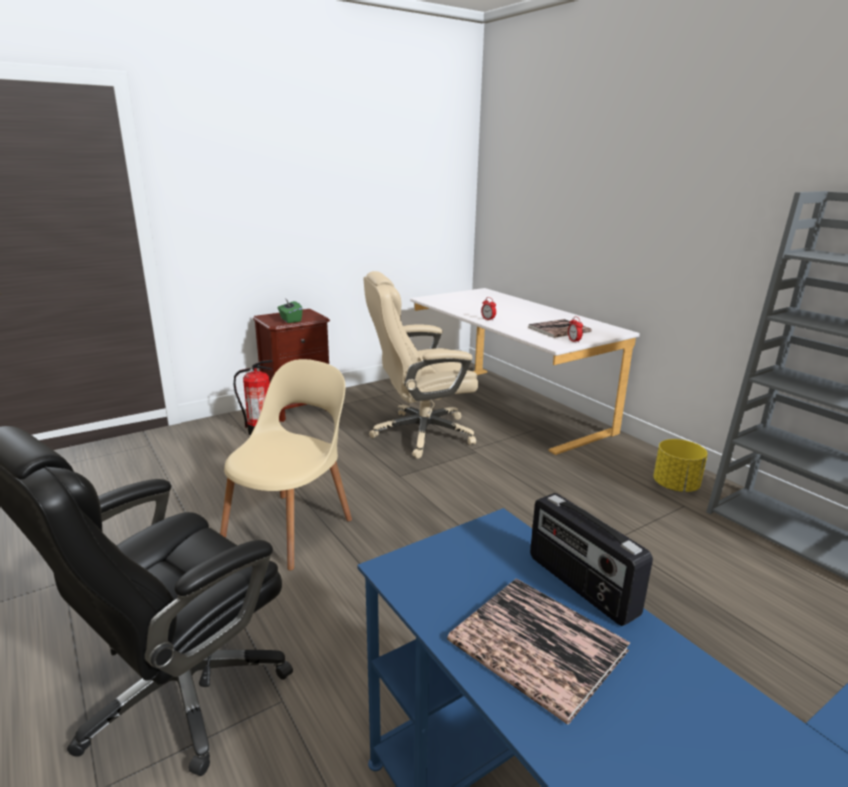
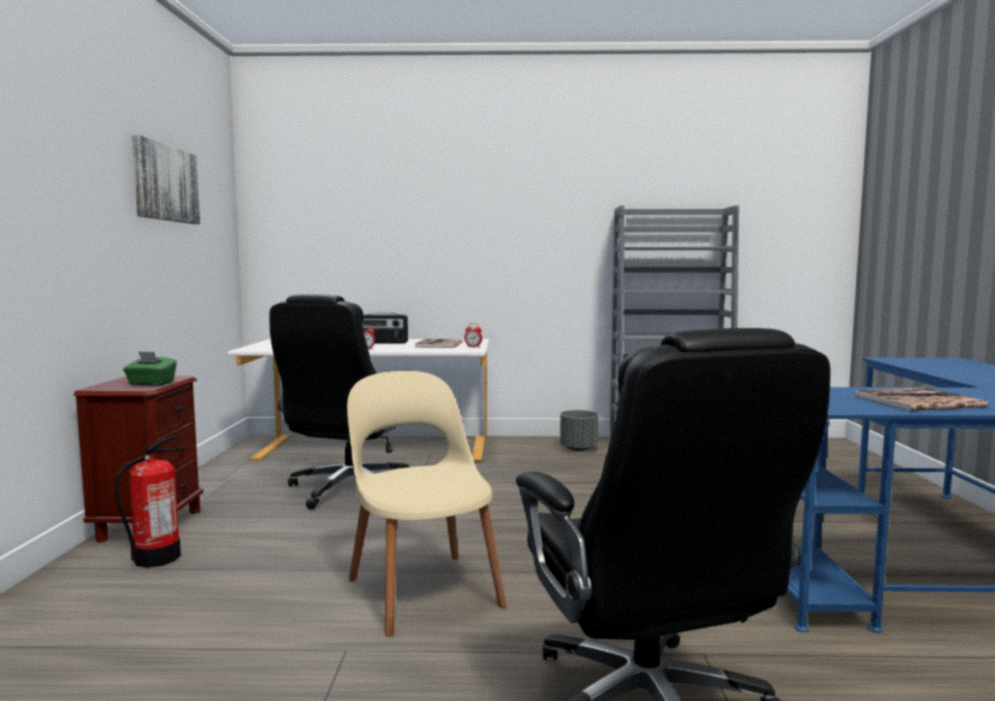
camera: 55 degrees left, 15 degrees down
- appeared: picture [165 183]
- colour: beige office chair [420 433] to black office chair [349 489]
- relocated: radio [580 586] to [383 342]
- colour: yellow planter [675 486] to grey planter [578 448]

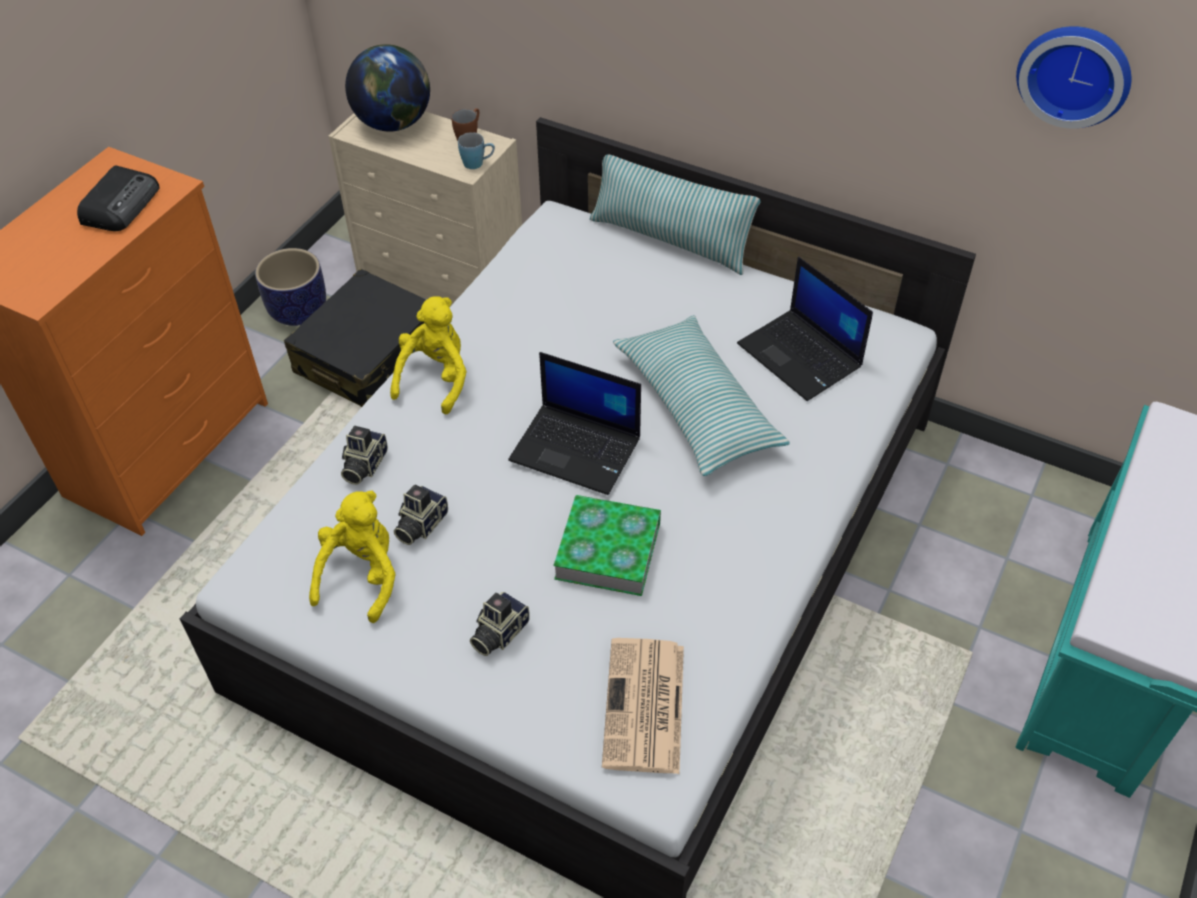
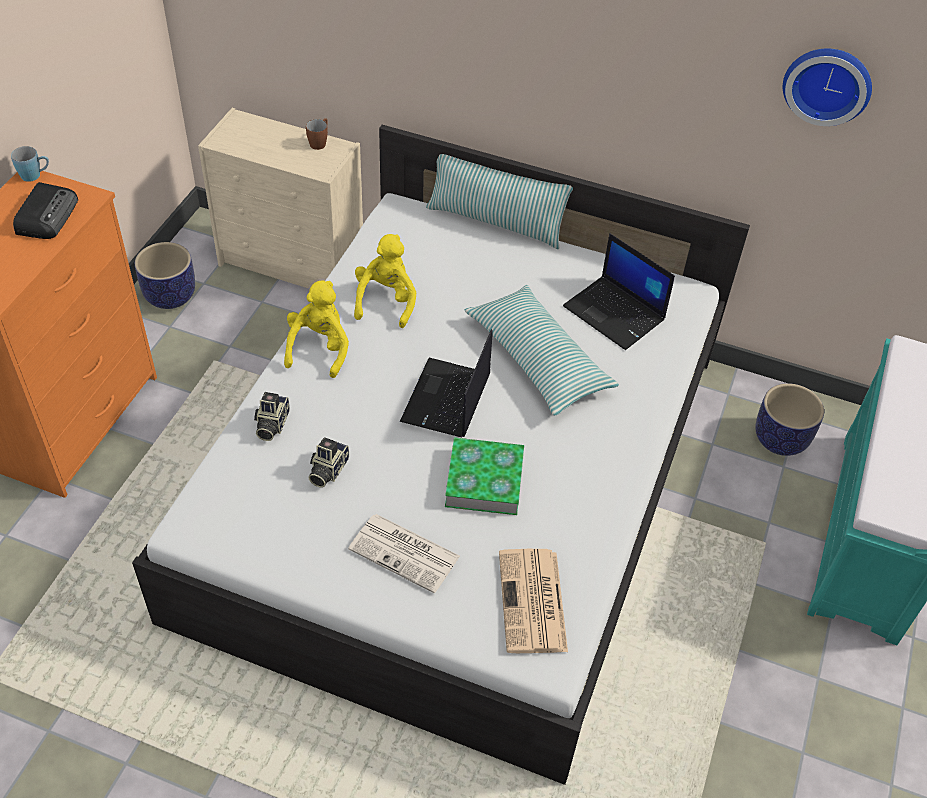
camera: 10 degrees left, 0 degrees up
- relocated: blue mug [478 163] to [35 175]
- exchanged: photo camera [498 633] to newspaper [406 553]
- relocated: yellow plush toy [362 576] to [386 301]
- spun: laptop [577 449] = [447 400] 90 degrees clockwise
- appeared: planter [780 439]
- missing: black suitcase [370 356]
- missing: globe [394 123]

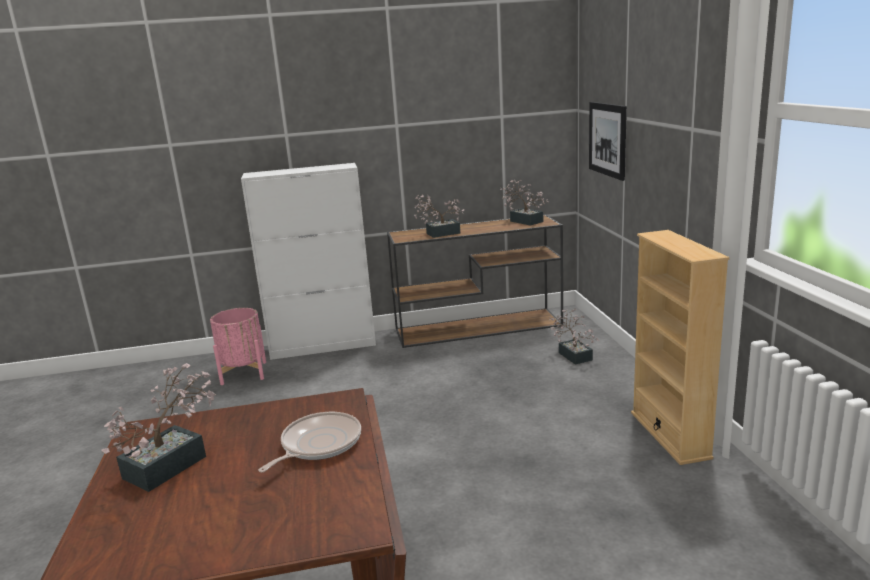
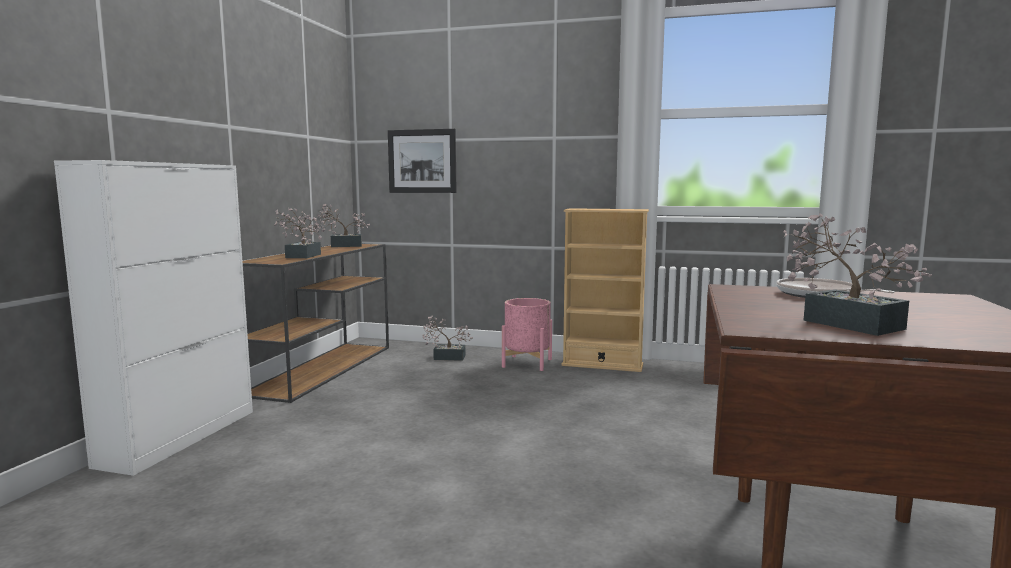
camera: 65 degrees left, 10 degrees down
- relocated: pink planter [244 373] to [527 363]

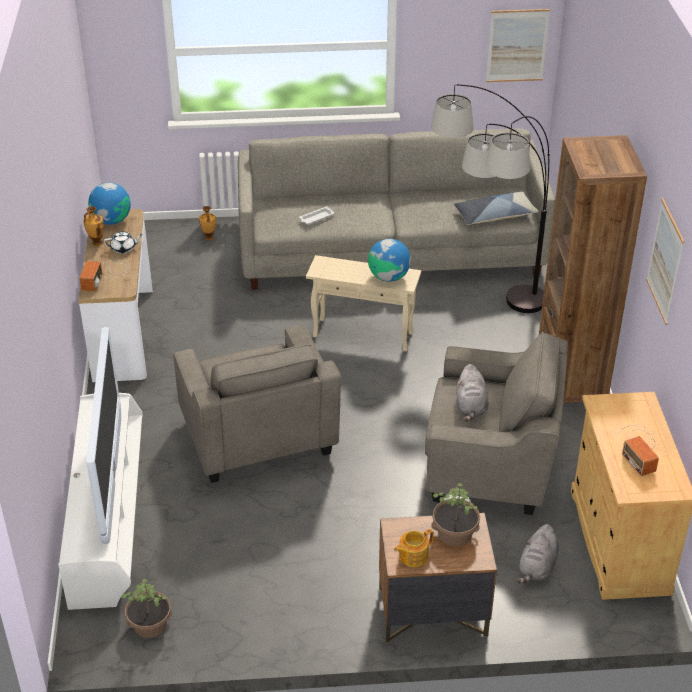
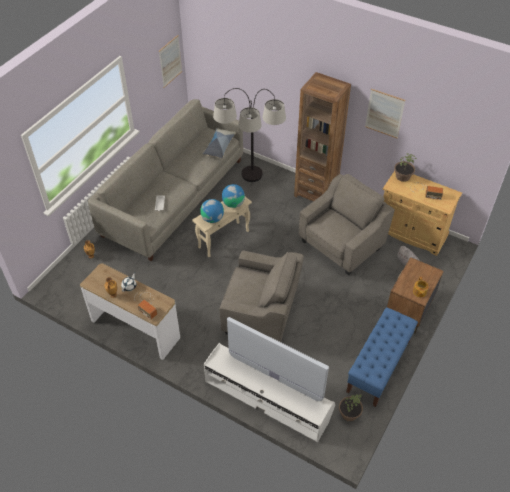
camera: 55 degrees left, 10 degrees up
- relocated: globe [111 220] to [212 218]
- appeared: blue bench [378 366]
- relocated: potted plant [455 533] to [402 176]
- missing: grey plush toy [471 407]

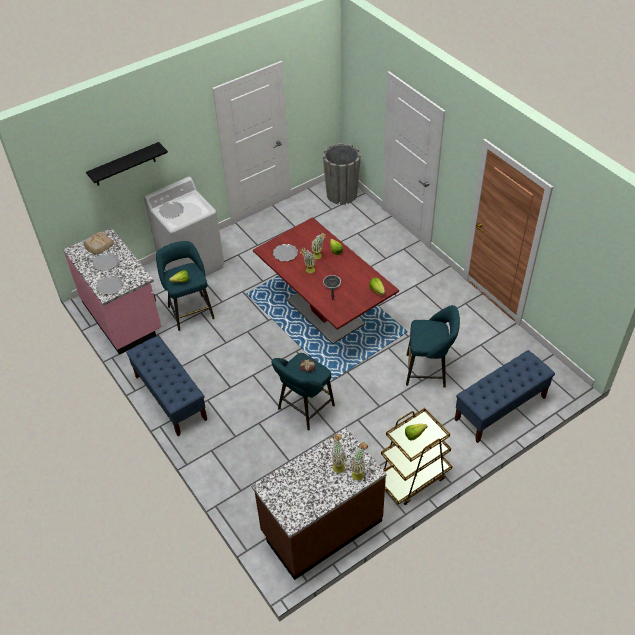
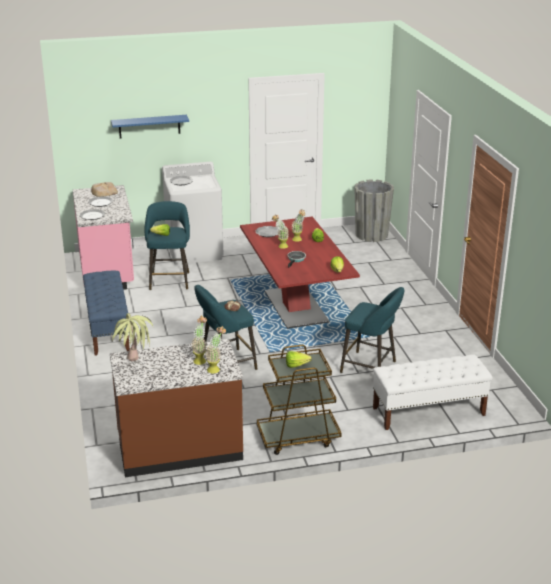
camera: 20 degrees right, 20 degrees down
- colour: black shelf [124 164] to blue shelf [149 126]
- appeared: potted plant [134 366]
- colour: blue bench [500 409] to white bench [428 411]

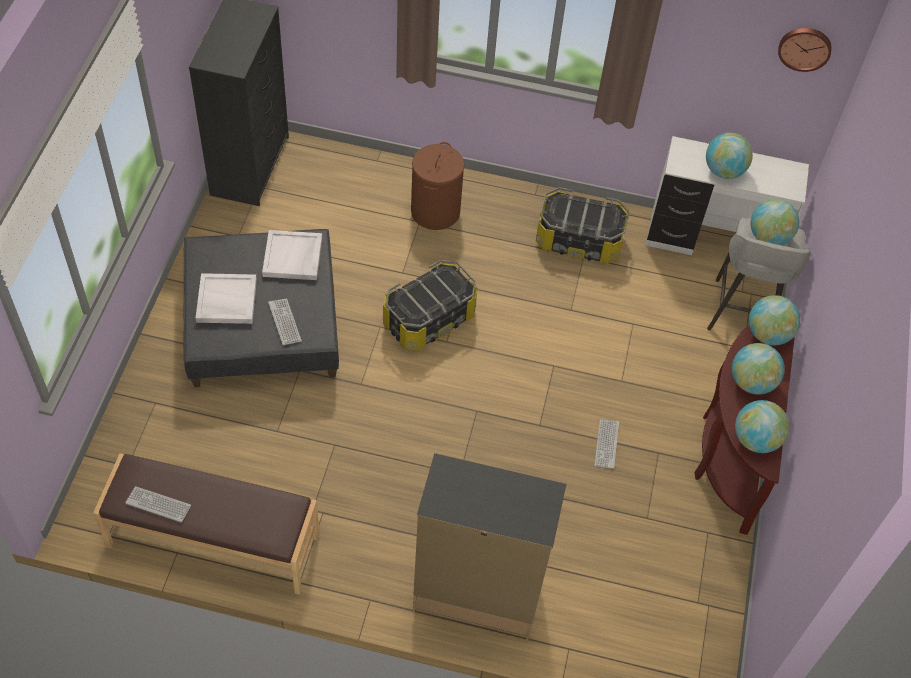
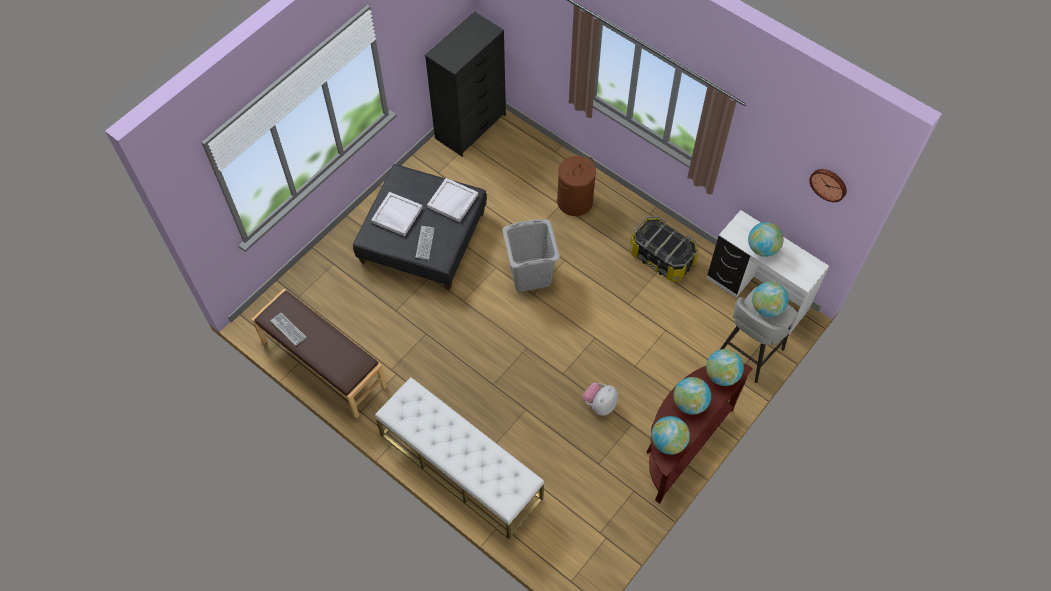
camera: 30 degrees right, 5 degrees up
- exchanged: black dresser [475 597] to white bench [460 466]
- exchanged: storage box [429 319] to grey laundry basket [530 274]
- exchanged: keyboard [606 444] to plush toy [600 404]

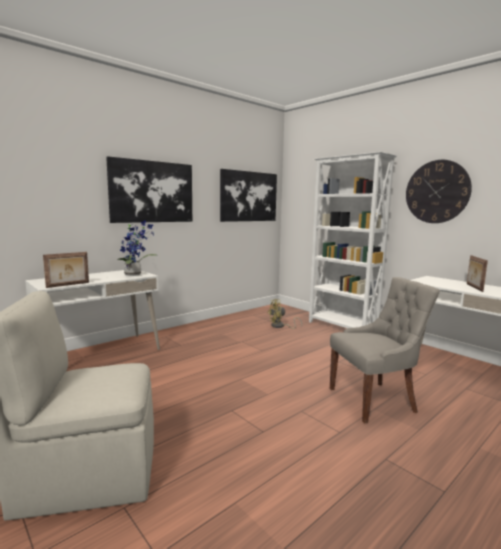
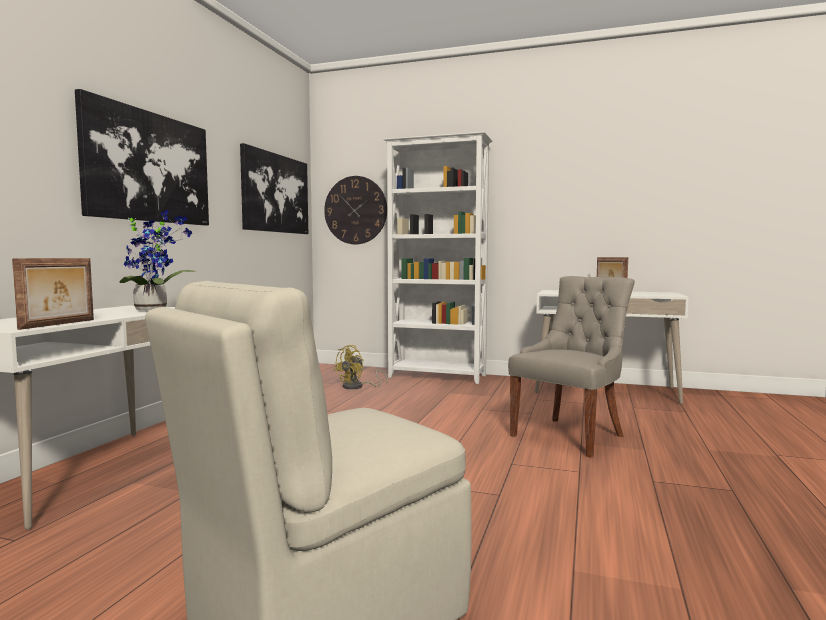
camera: 30 degrees left, 5 degrees down
- relocated: wall clock [437 192] to [355 210]

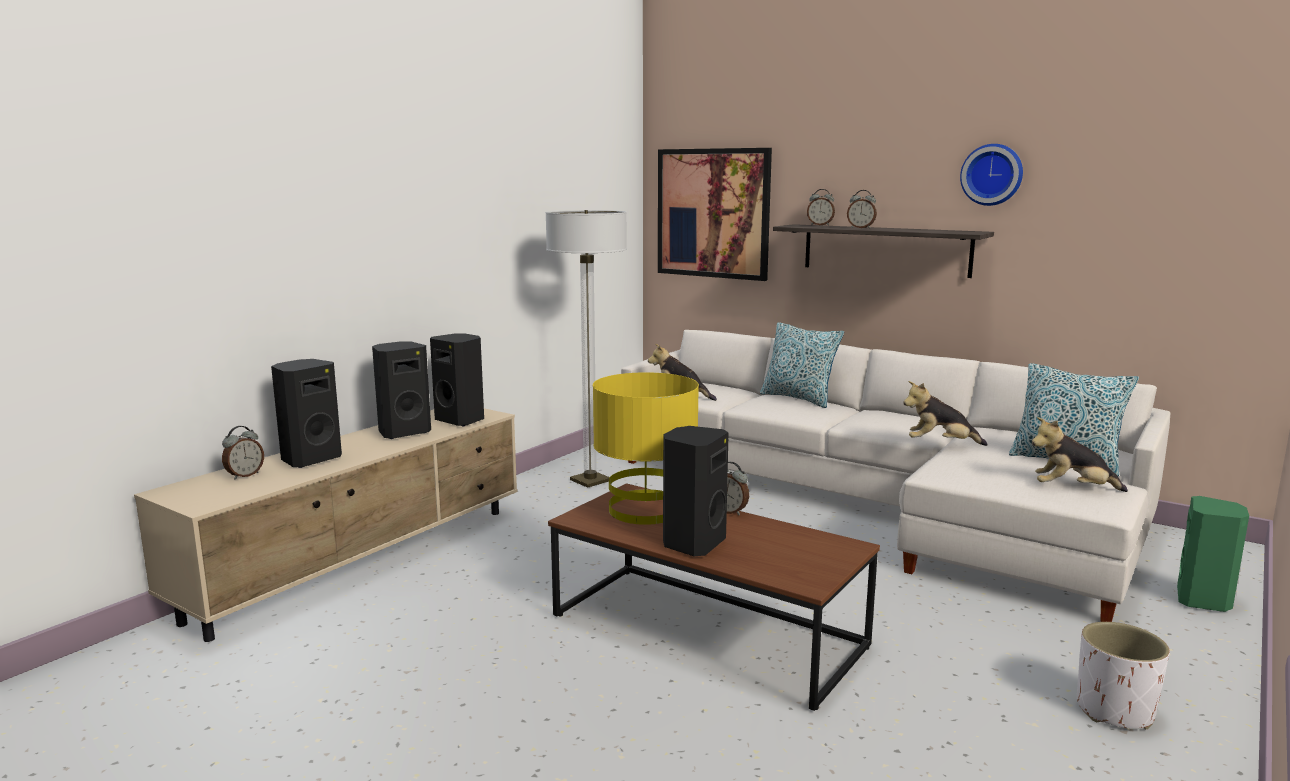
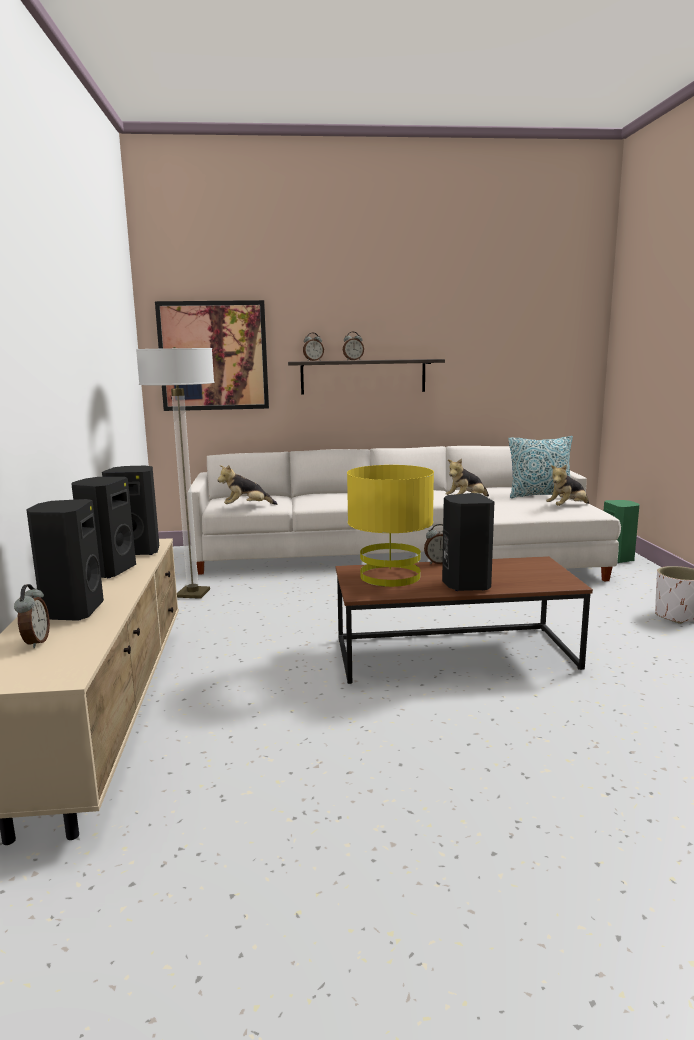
camera: 40 degrees left, 0 degrees up
- missing: pillow [798 398]
- missing: wall clock [992 174]

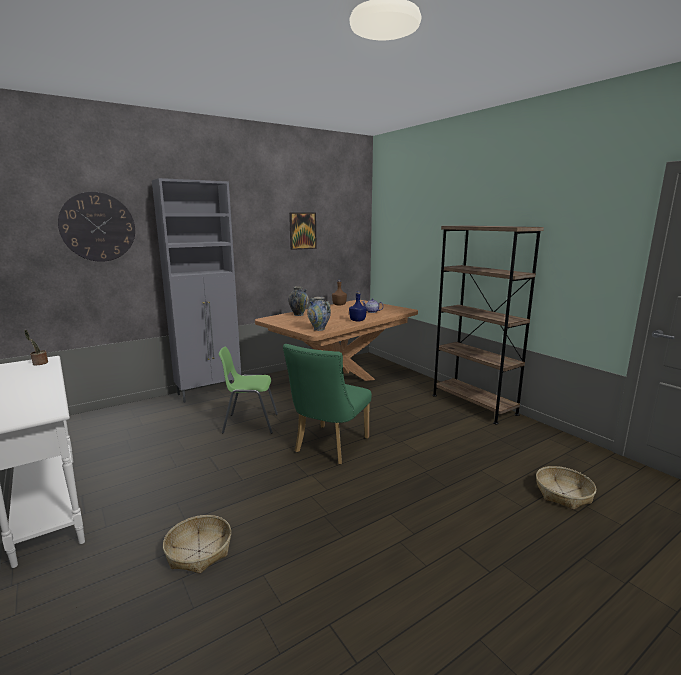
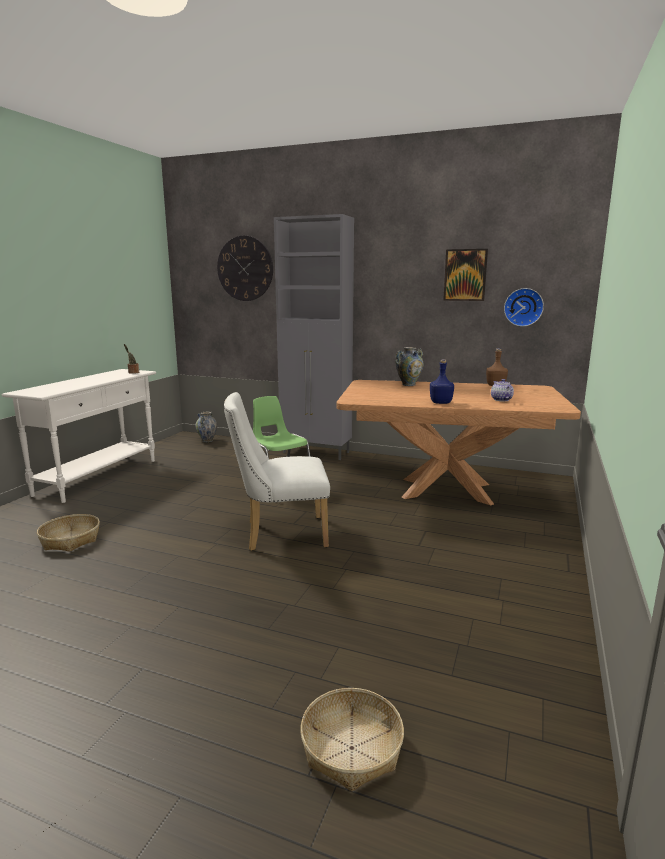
camera: 55 degrees right, 0 degrees up
- relocated: vase [319 329] to [207 441]
- colour: green chair [328 447] to white chair [279 534]
- appeared: wall clock [523 307]
- missing: brown bookcase [473 404]

